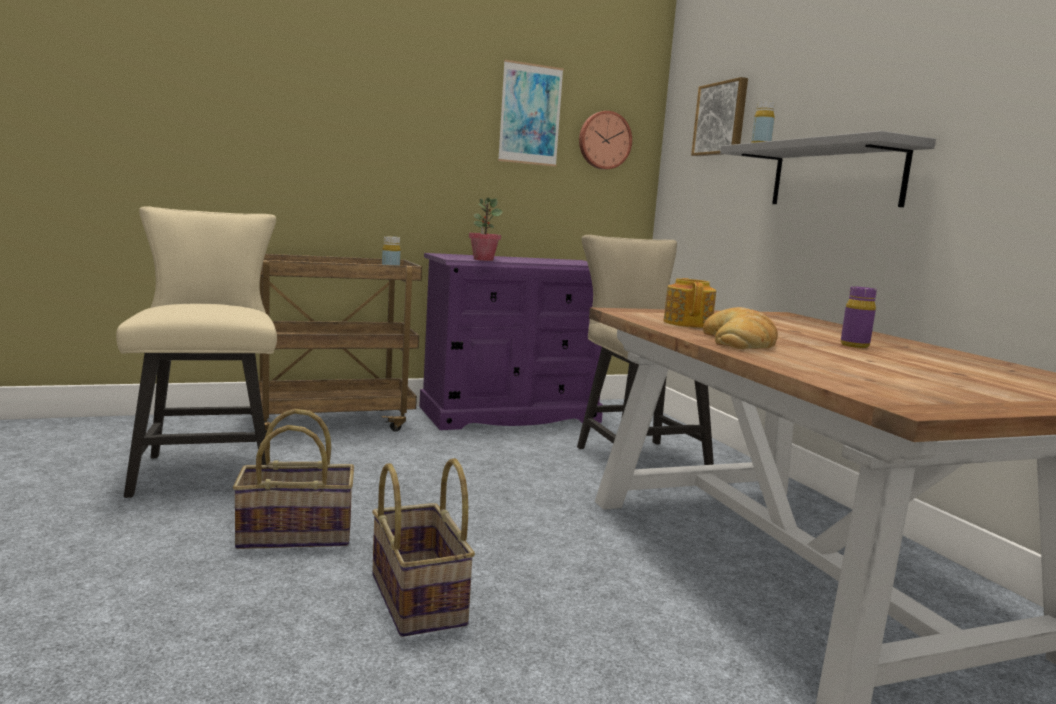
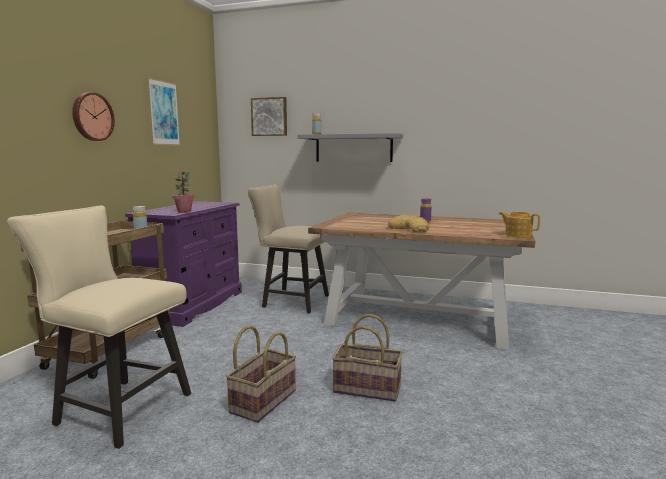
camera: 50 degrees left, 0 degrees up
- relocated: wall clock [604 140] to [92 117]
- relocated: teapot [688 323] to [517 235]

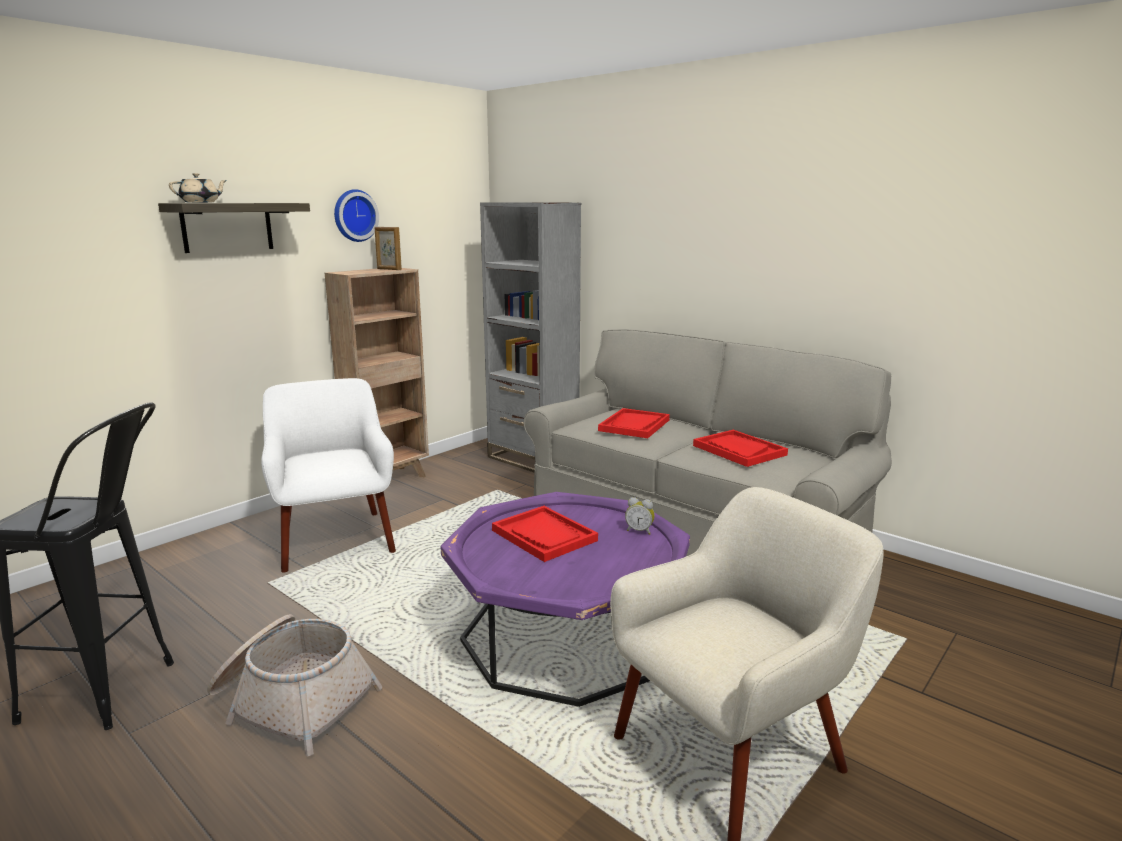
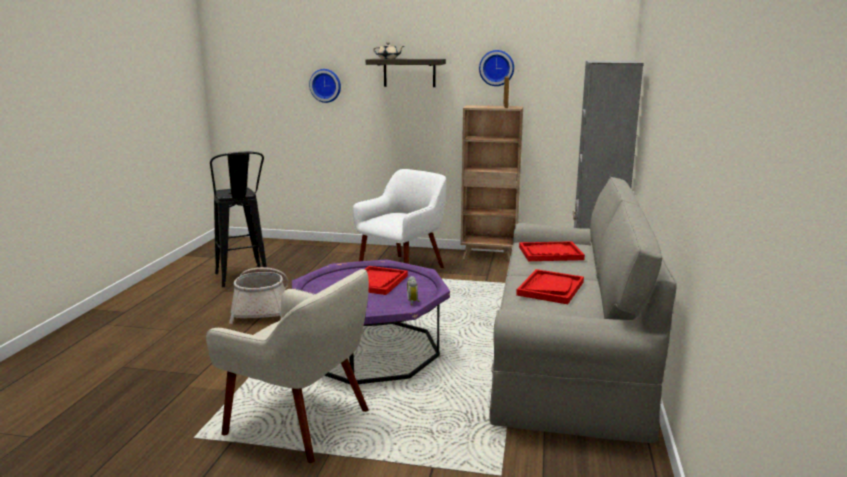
camera: 60 degrees right, 0 degrees up
- appeared: wall clock [326 85]

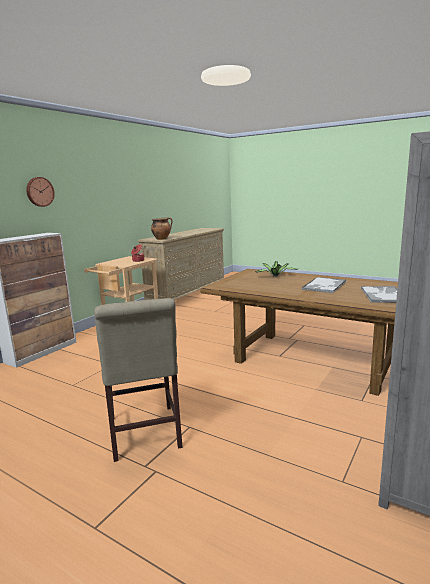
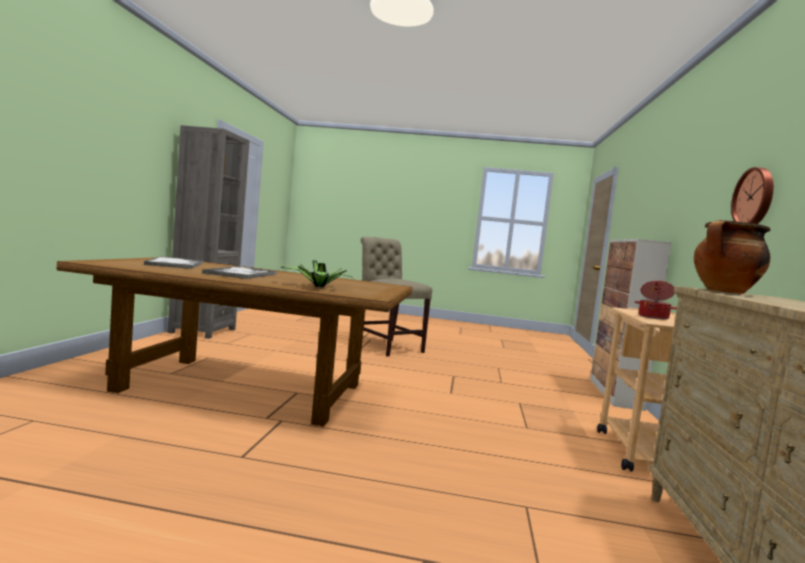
camera: 155 degrees right, 10 degrees down
- relocated: wall clock [39 192] to [755 197]

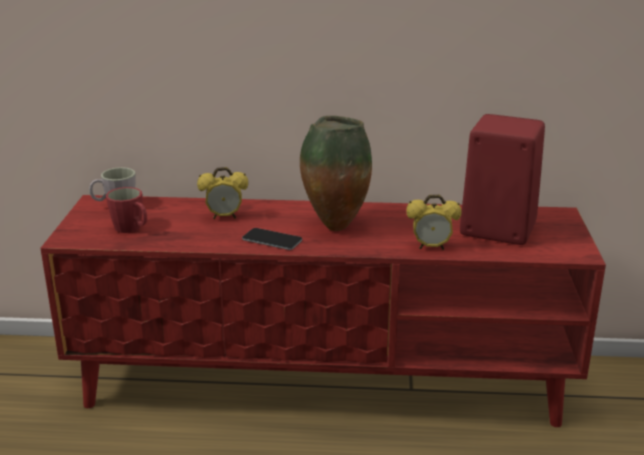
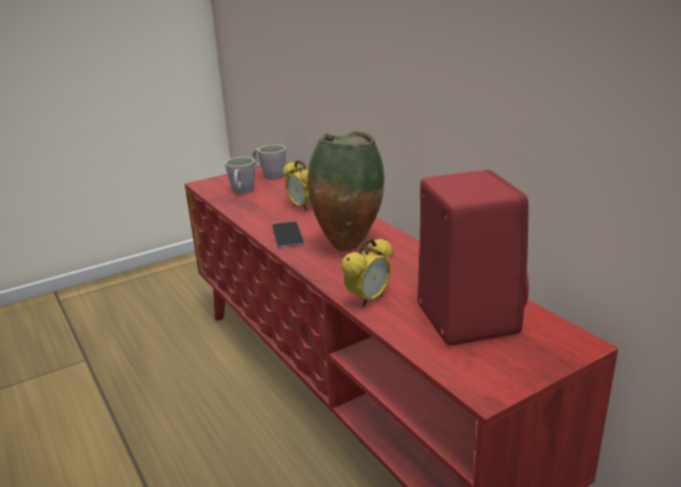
camera: 55 degrees right, 0 degrees up
- colour: red mug [132 229] to grey mug [242 192]
- spun: alarm clock [431 247] = [368 300] 105 degrees counterclockwise

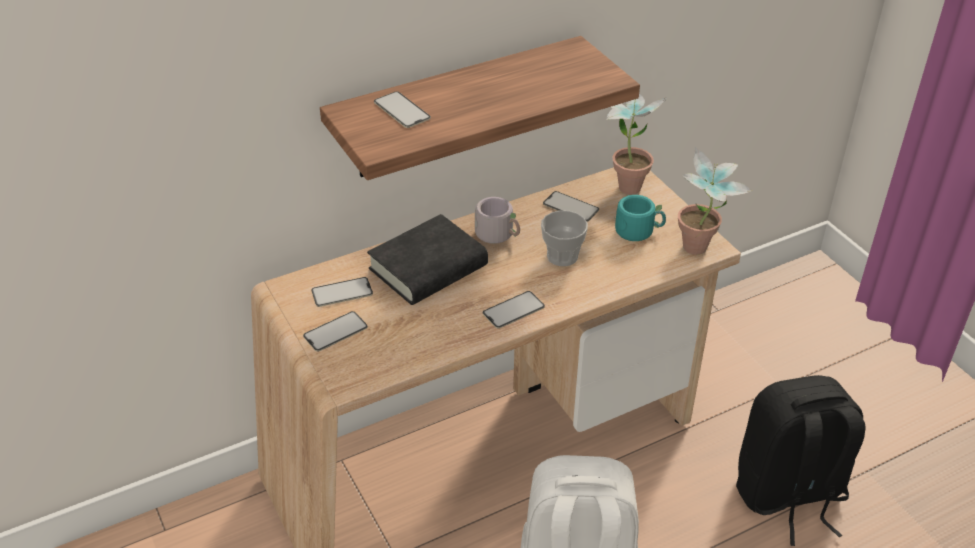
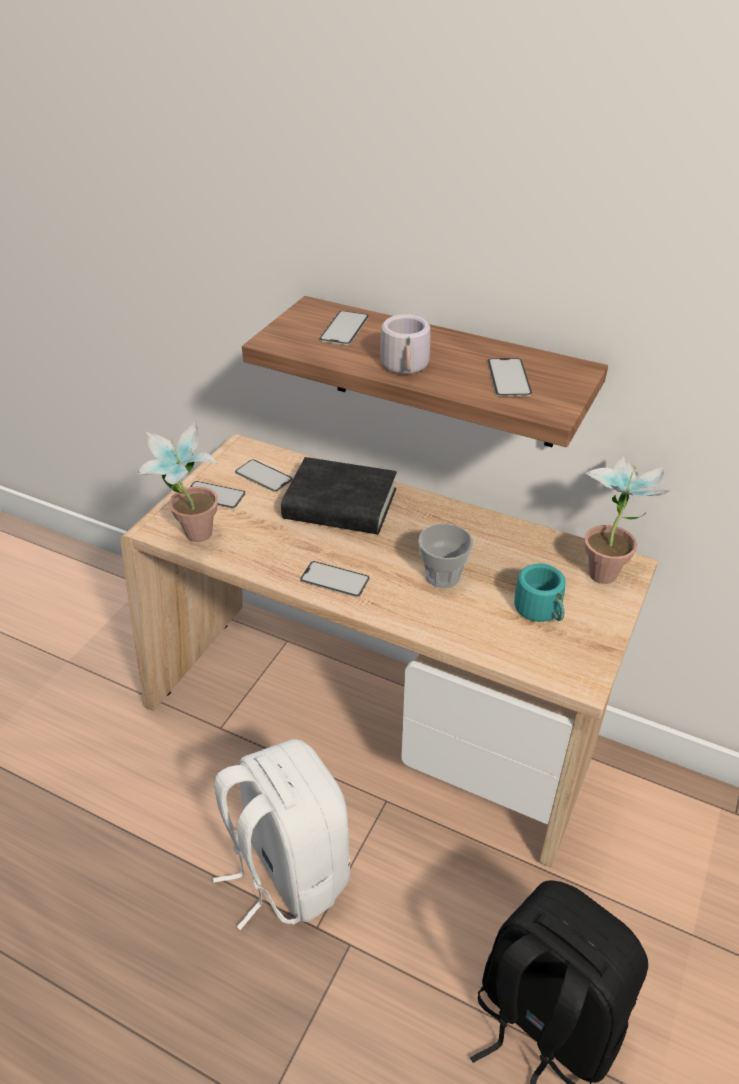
camera: 55 degrees right, 0 degrees up
- relocated: potted plant [700 252] to [192 539]
- relocated: grey mug [499 234] to [408 367]
- relocated: phone [570 207] to [509 378]

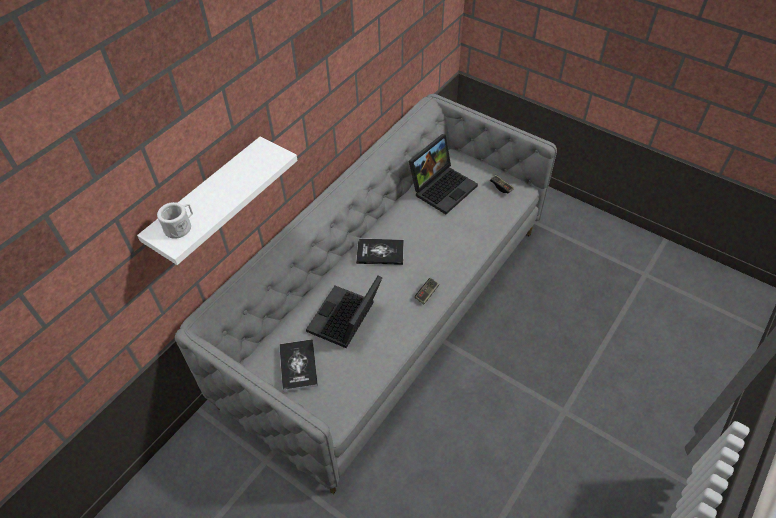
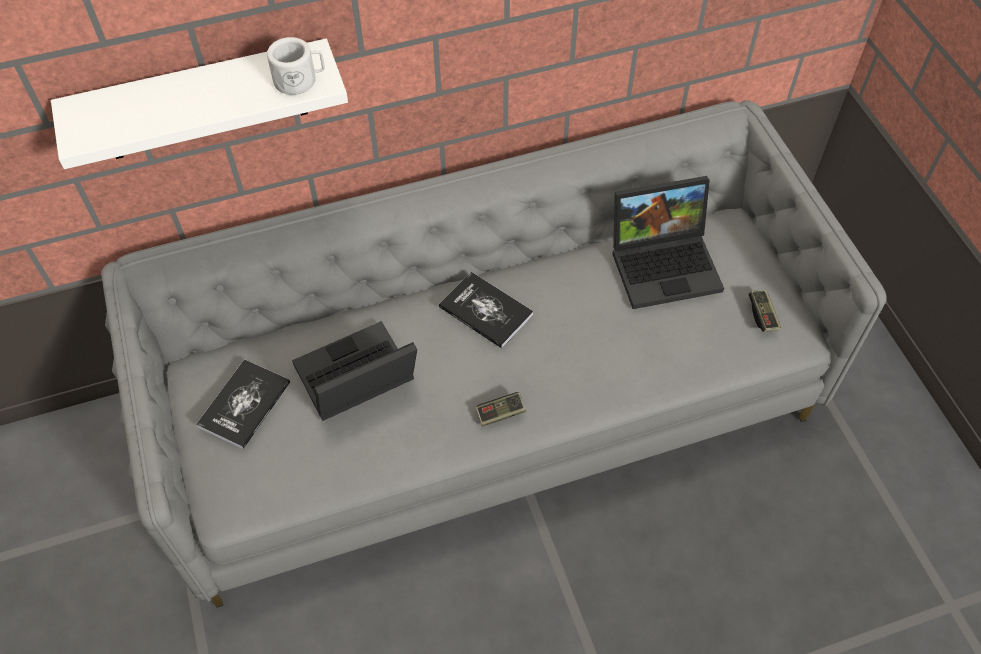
camera: 35 degrees right, 5 degrees up
- relocated: white mug [180 227] to [300 80]

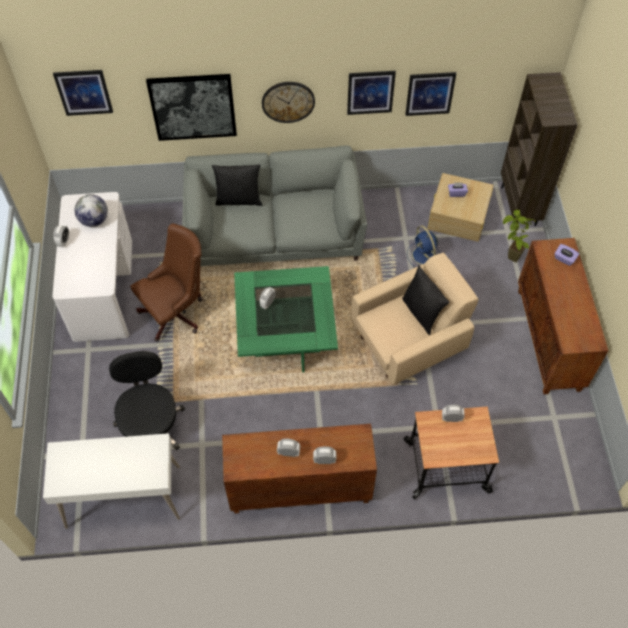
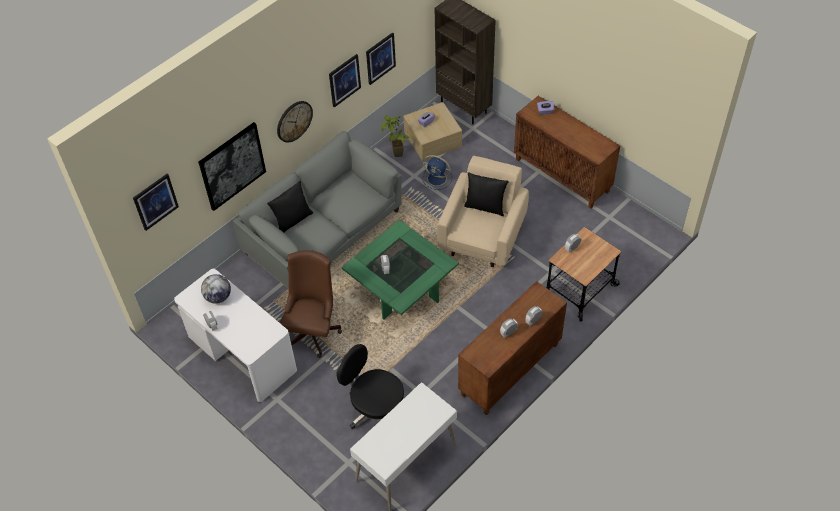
camera: 40 degrees left, 5 degrees down
- relocated: potted plant [510 260] to [397 157]

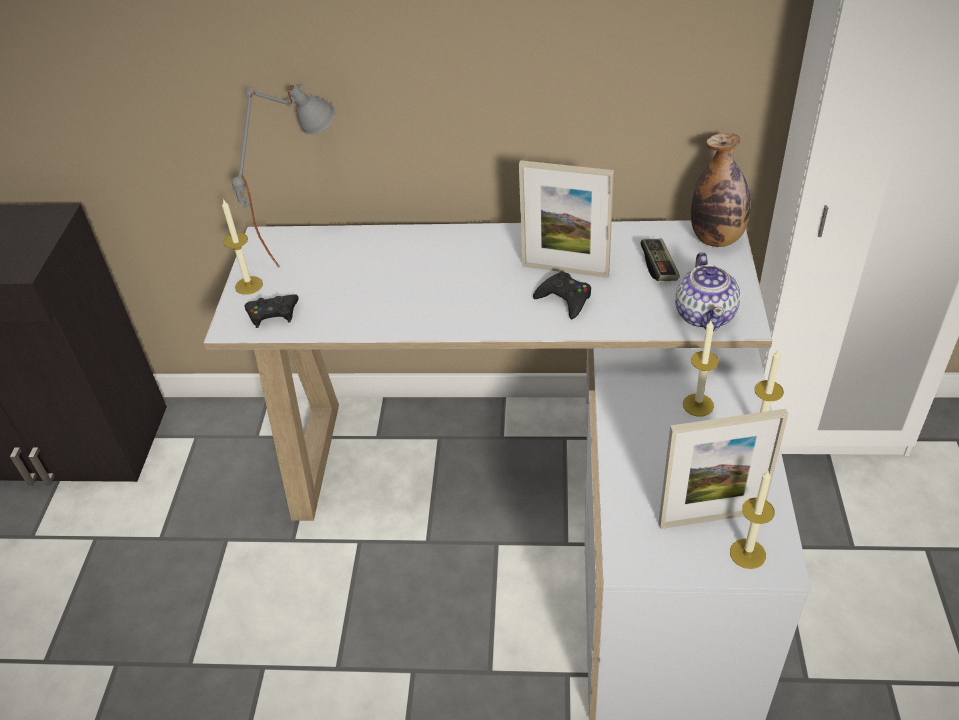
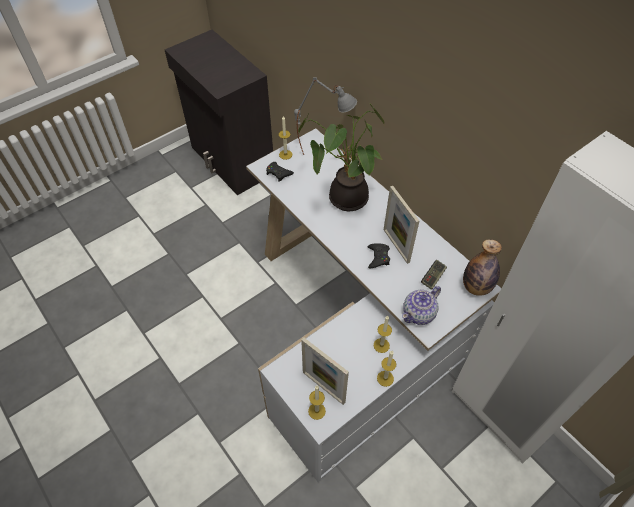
camera: 45 degrees right, 10 degrees up
- appeared: potted plant [344 198]

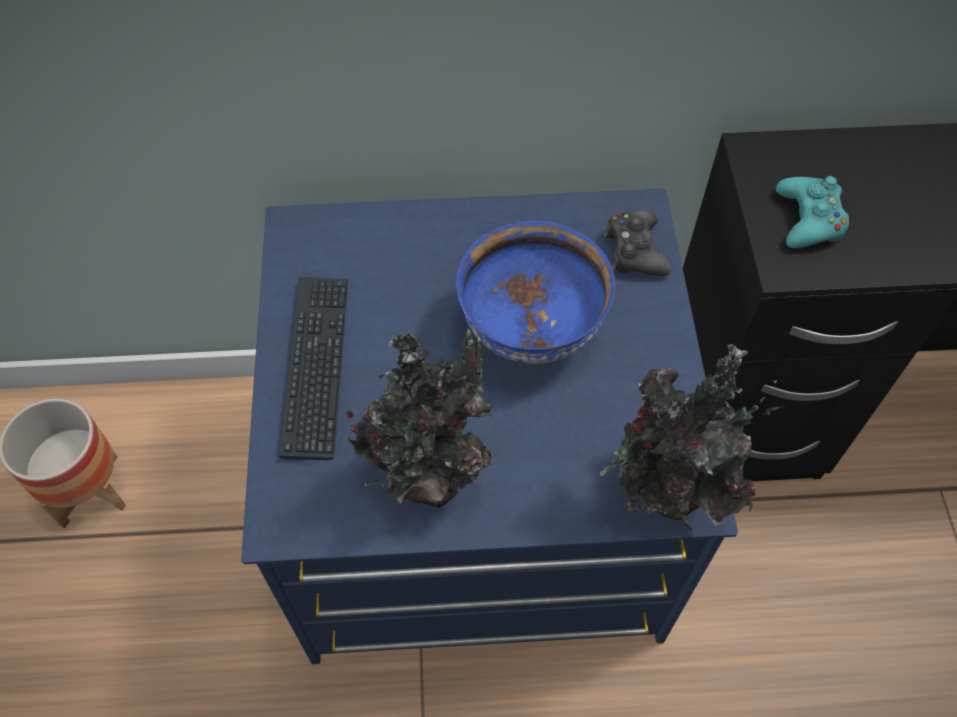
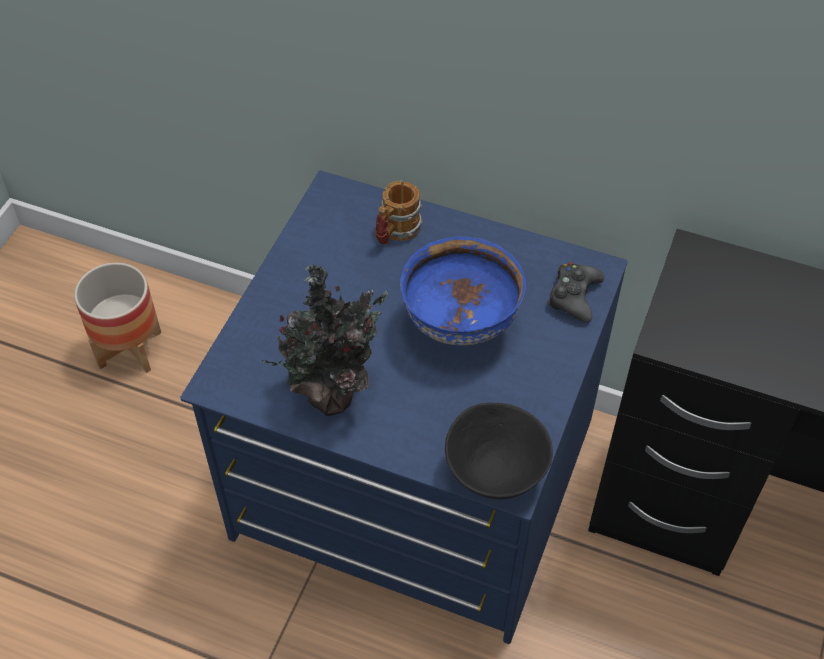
camera: 25 degrees right, 5 degrees down
- appeared: mug [396 232]
- exchanged: potted plant [668 497] to black bowl [493 474]
- missing: keyboard [316 366]
- missing: turquoise game controller [809 220]

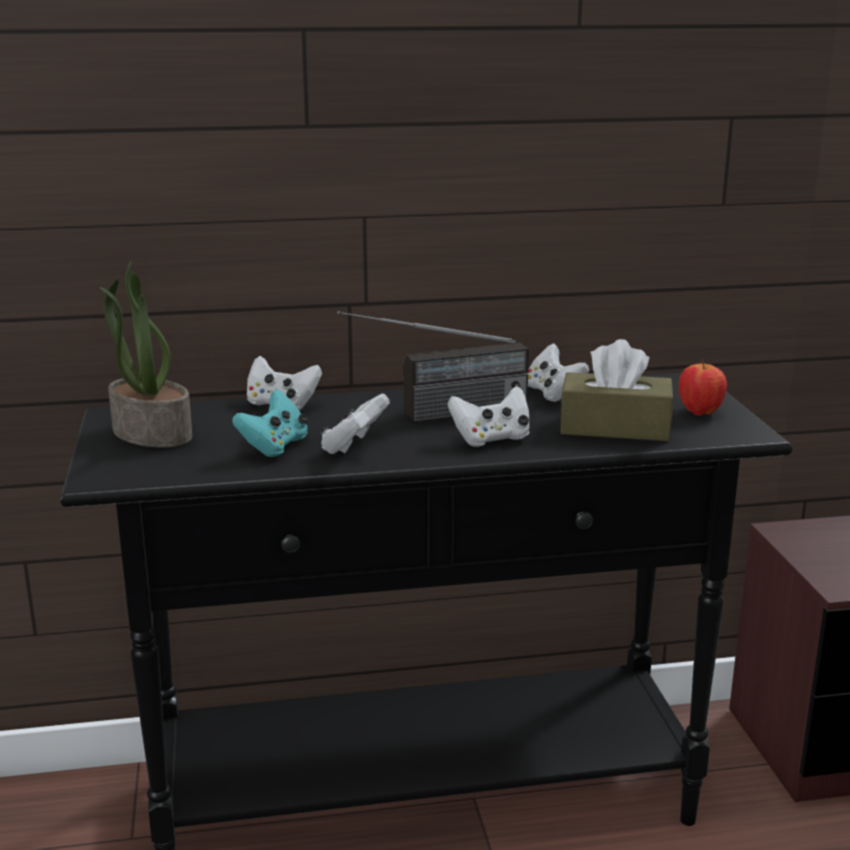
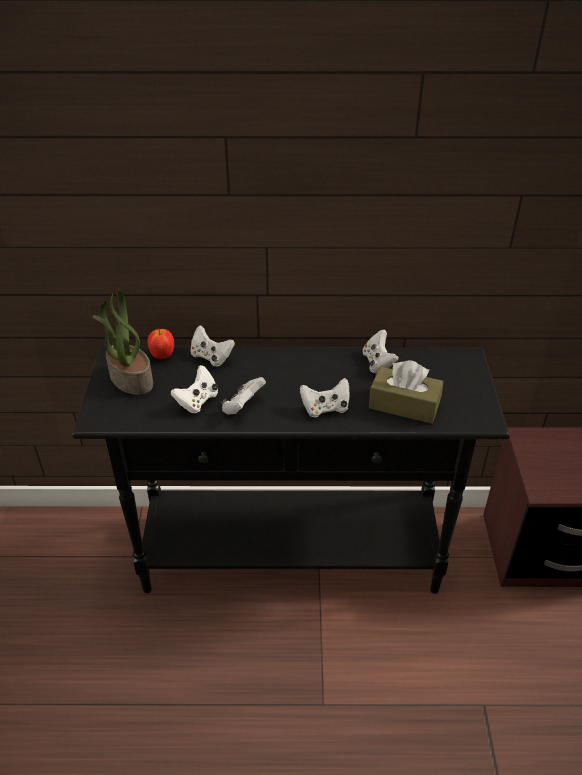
camera: 10 degrees right, 20 degrees up
- relocated: apple [700 412] to [162 356]
- colour: turquoise game controller [274 446] to white game controller [197 401]
- missing: radio [435 415]

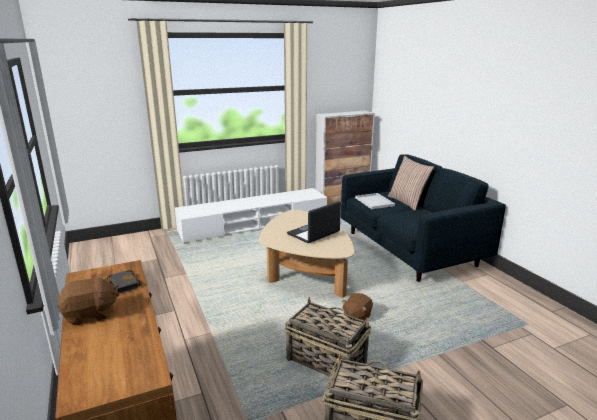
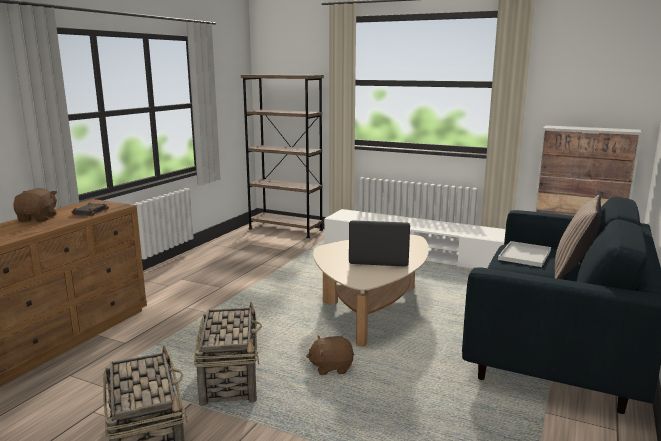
camera: 50 degrees right, 5 degrees down
- spun: brown plush toy [90 314] = [38 218] 120 degrees counterclockwise
- appeared: brown bookcase [285 229]

